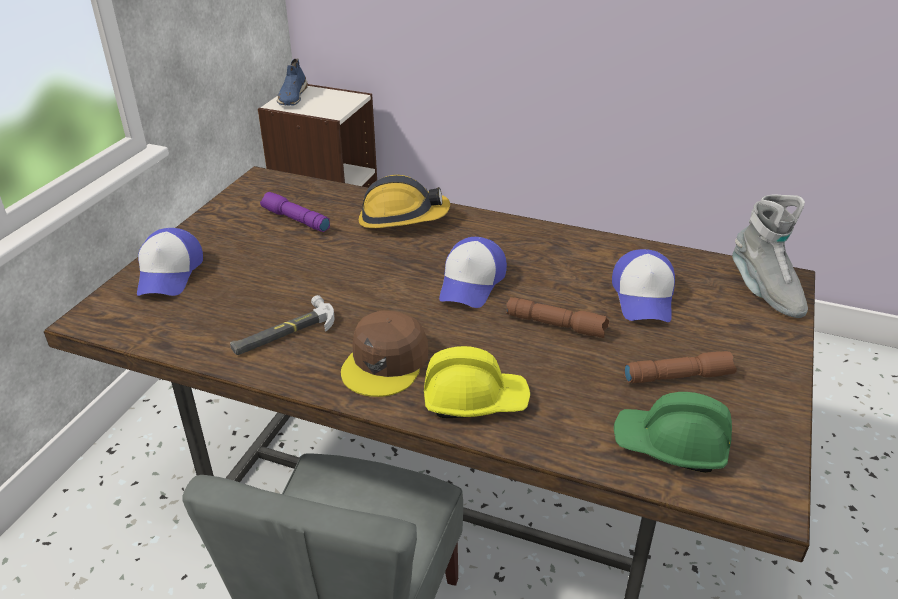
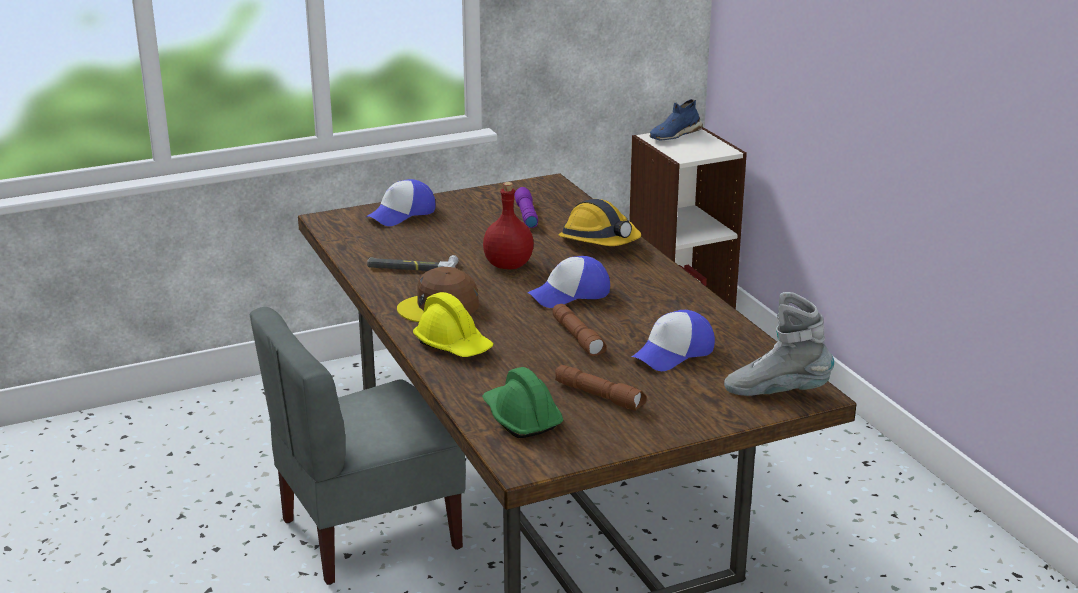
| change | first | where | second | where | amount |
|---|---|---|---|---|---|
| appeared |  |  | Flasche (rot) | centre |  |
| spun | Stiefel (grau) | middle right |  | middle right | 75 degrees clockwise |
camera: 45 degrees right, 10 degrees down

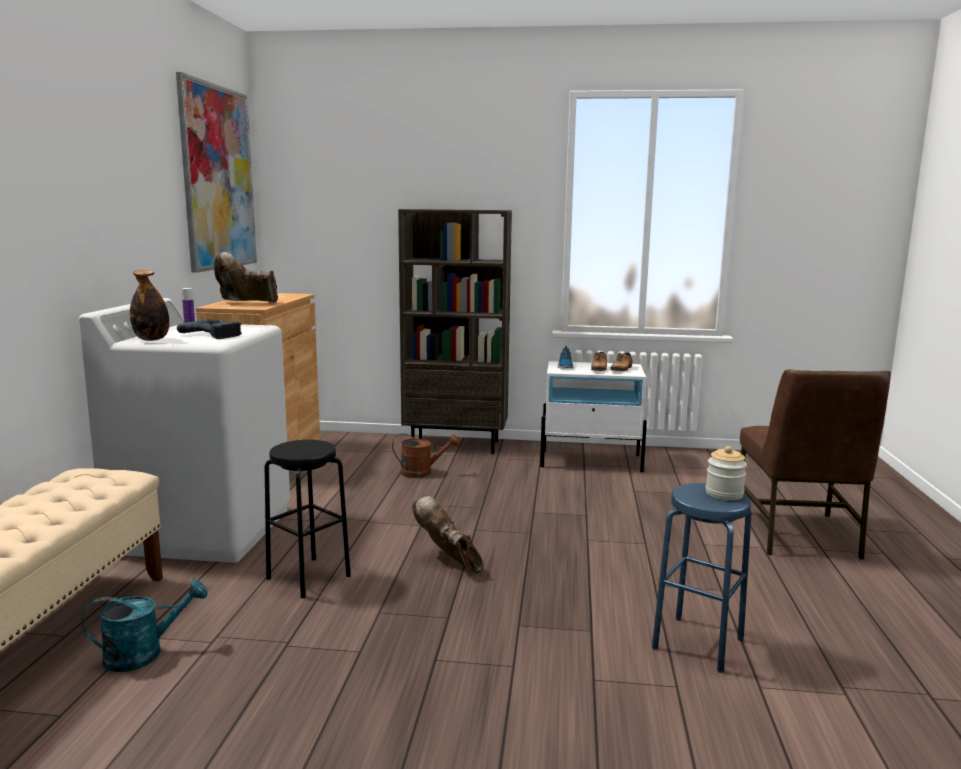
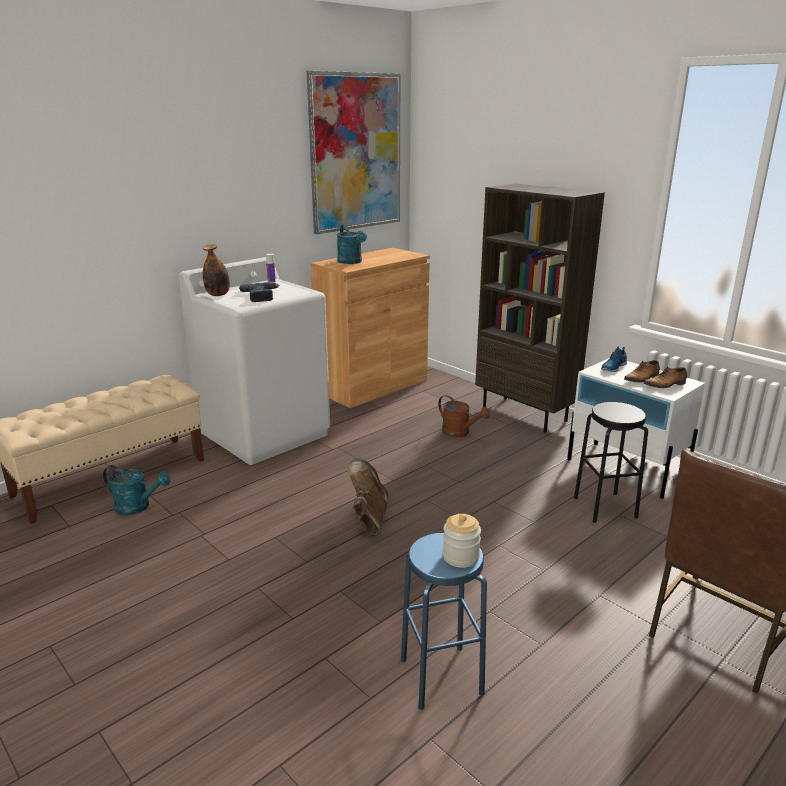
| change | first | where | second | where | amount |
|---|---|---|---|---|---|
| relocated | Hocker (schwarz) | bottom left |  | middle right |  |
| exchanged | Stiefel (braun) (no. 1 from left) | middle left | Gießkanne (türkis) (no. 2 from left) | top centre |  |
camera: 40 degrees right, 10 degrees up

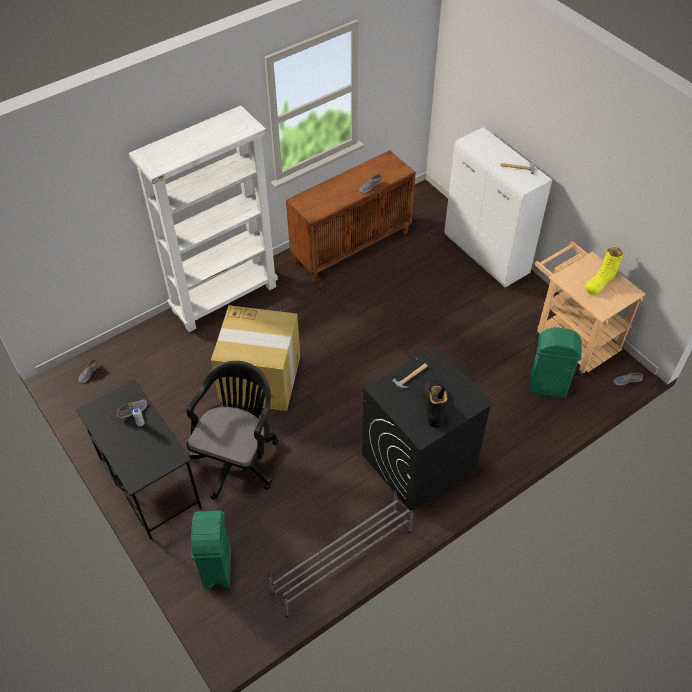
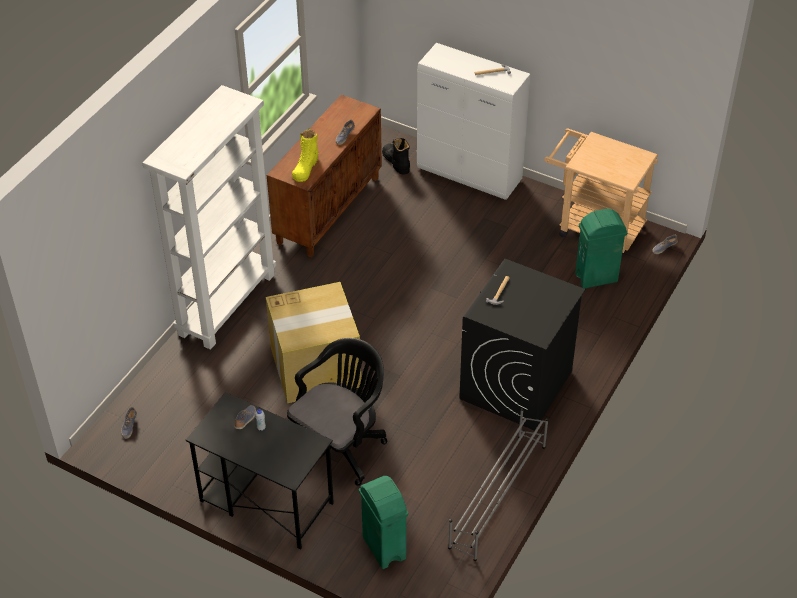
| change | first | where | second | where | amount |
|---|---|---|---|---|---|
| relocated | Stiefel (schwarz) | centre |  | top centre |  |
| relocated | Stiefel (gelb) | middle right |  | top centre |  |
| spun | Bürostuhl (schwarz) | centre |  | bottom centre | 45 degrees clockwise |
camera: 25 degrees left, 5 degrees down

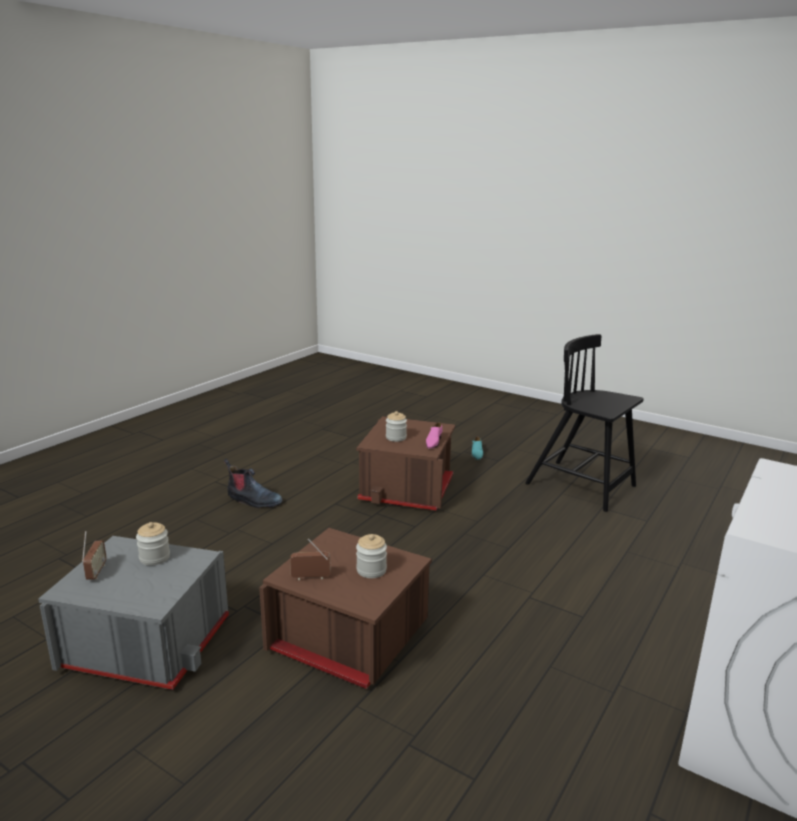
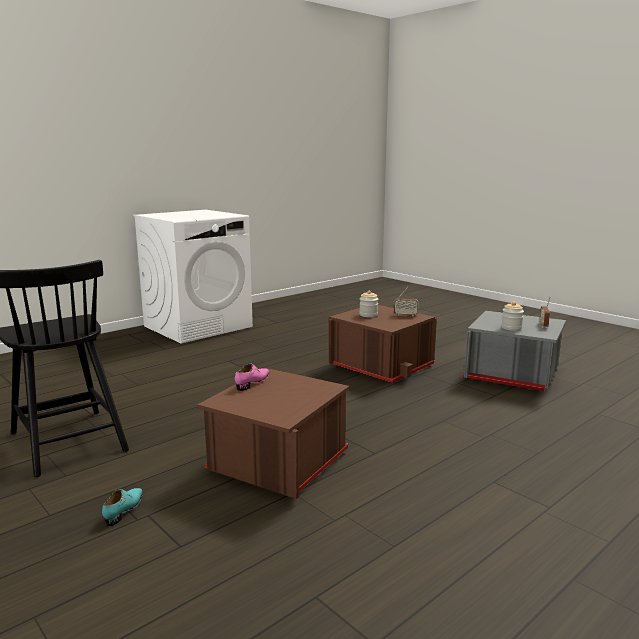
| change | first | where | second | where | amount |
|---|---|---|---|---|---|
| missing | Stiefel | middle left |  |  |  |
| missing | Vorratsglas (no. 3 from left) | centre |  |  |  |
camera: 165 degrees left, 5 degrees down

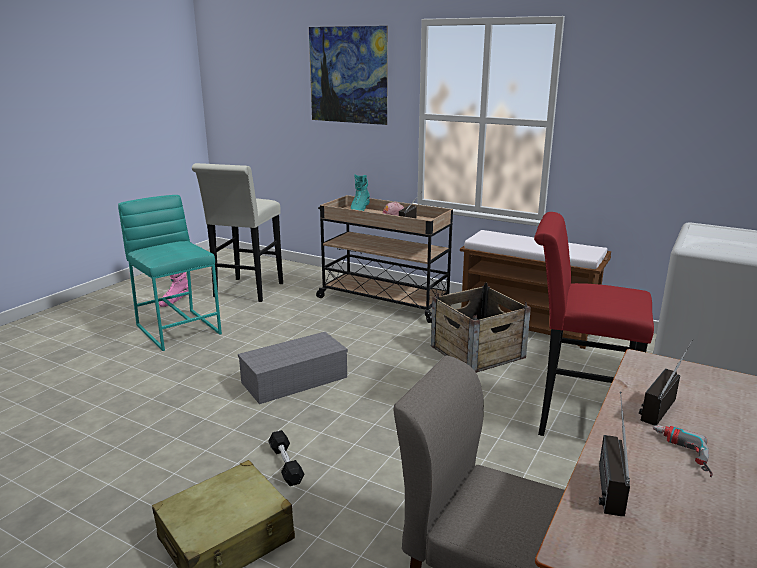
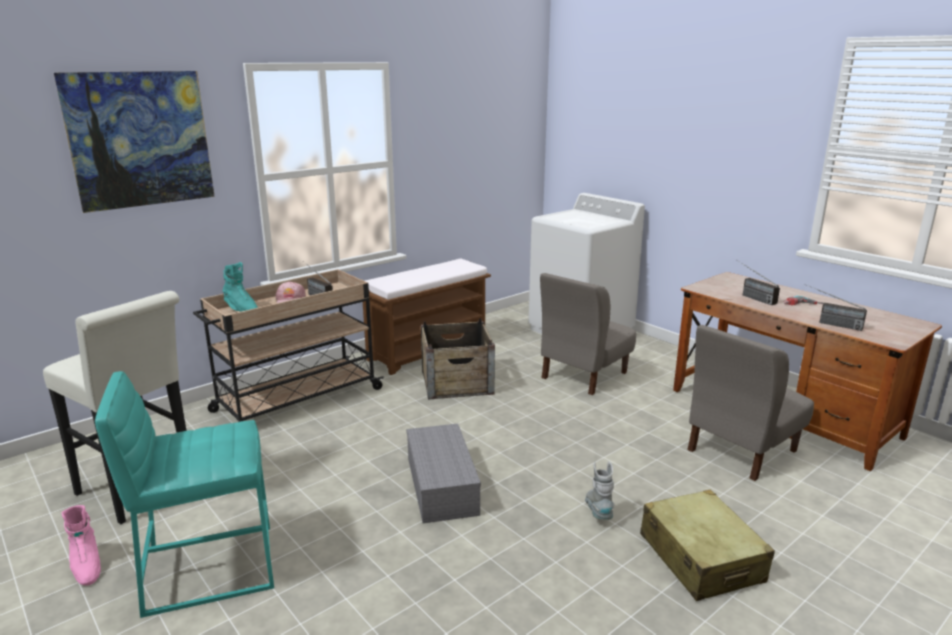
| change | first | where | second | where | amount |
|---|---|---|---|---|---|
| exchanged | Hantel (schwarz) | bottom centre | Stiefel (grau) | bottom centre |  |
| exchanged | Hocker (rot) | middle right | Stuhl (grau) (no. 1 from left) | centre |  |
camera: 70 degrees left, 0 degrees up

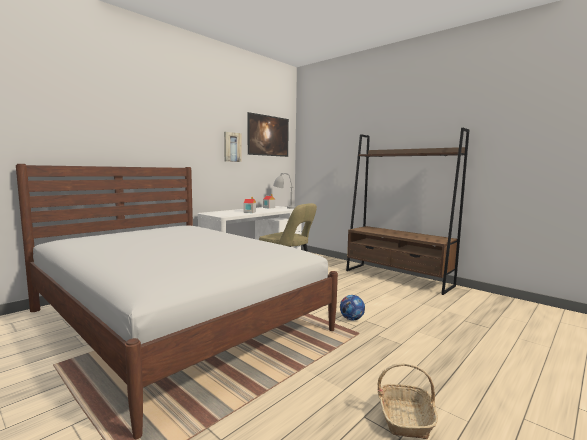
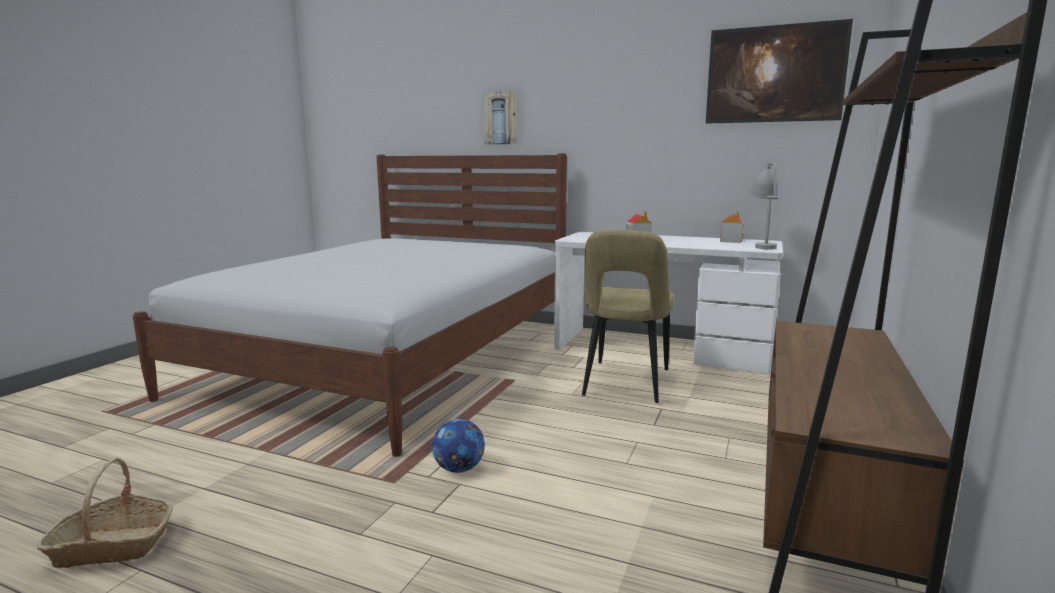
| change | first | where | second | where | amount |
|---|---|---|---|---|---|
| relocated | Bild (no. 1 from left) | centre |  | top centre |  |
camera: 70 degrees right, 5 degrees up

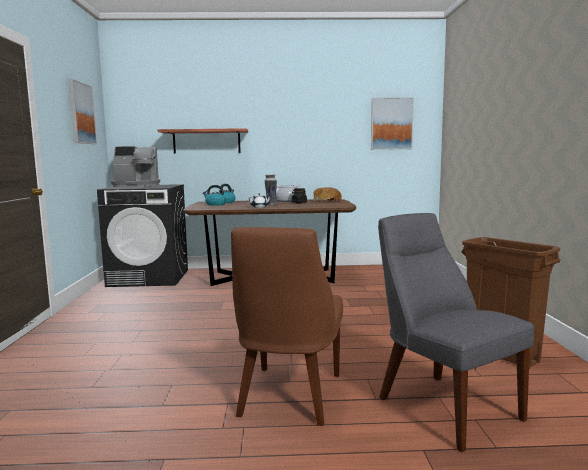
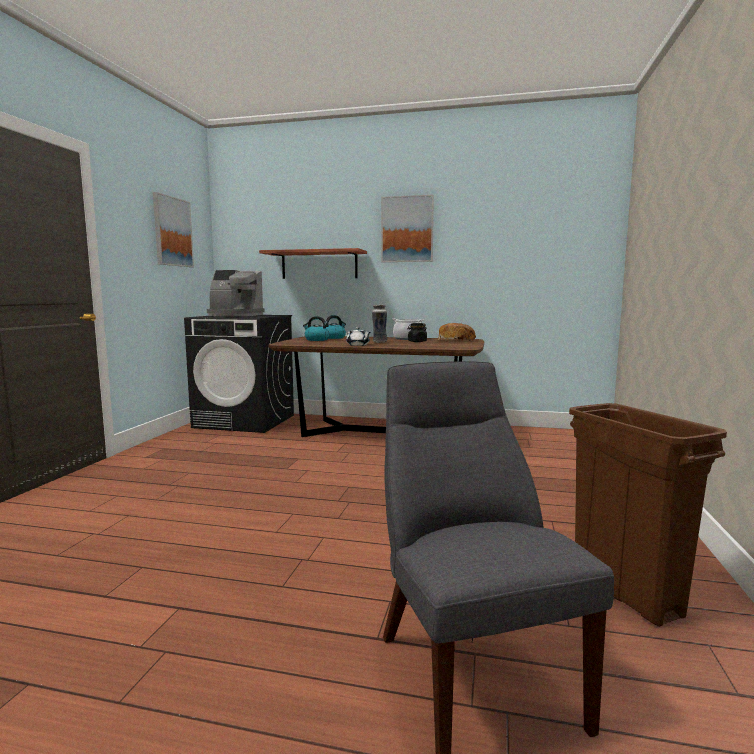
| change | first | where | second | where | amount |
|---|---|---|---|---|---|
| missing | Stuhl (braun) | bottom centre |  |  |  |
| relocated | Bild (no. 2 from left) | top right |  | top centre |  |
camera: 15 degrees right, 0 degrees up

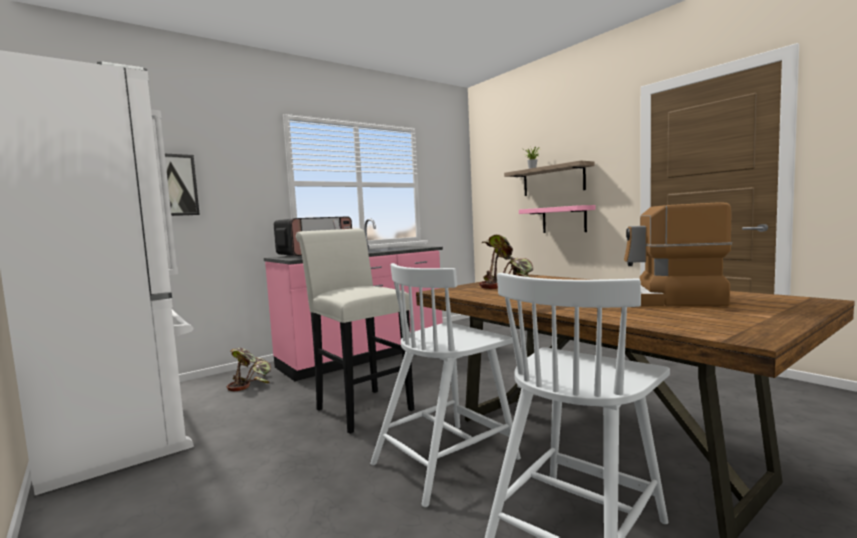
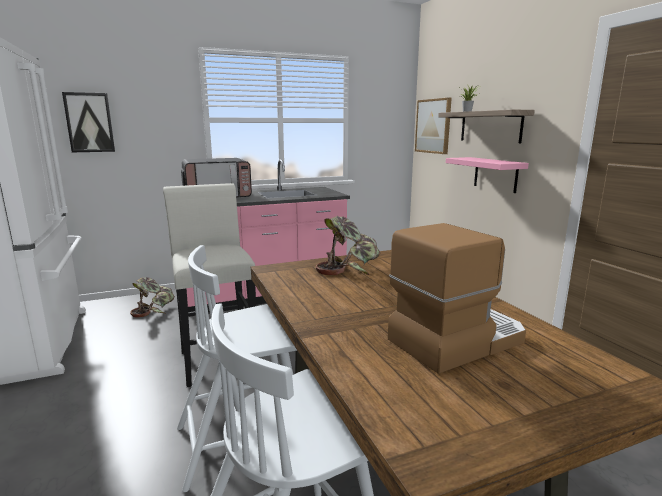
| change | first | where | second | where | amount |
|---|---|---|---|---|---|
| appeared |  |  | Bild (no. 2 from left) | top centre |  |
| spun | Kaffeemaschine | middle right |  | middle right | 120 degrees clockwise |
camera: 15 degrees right, 10 degrees up

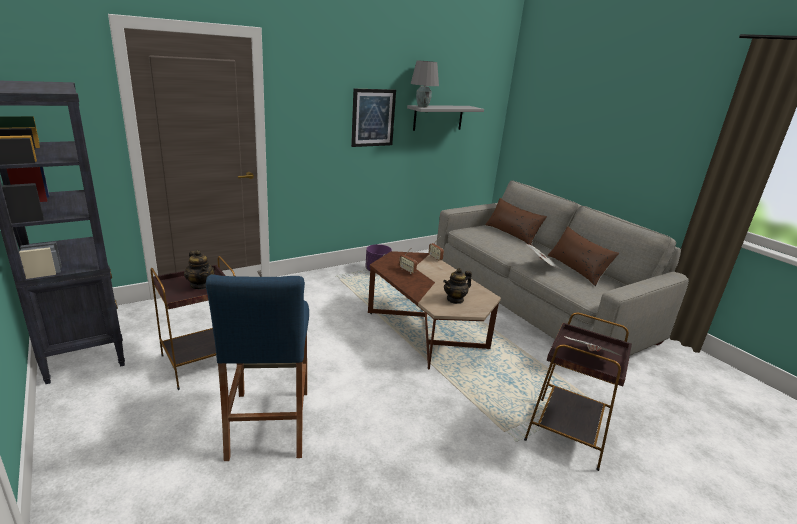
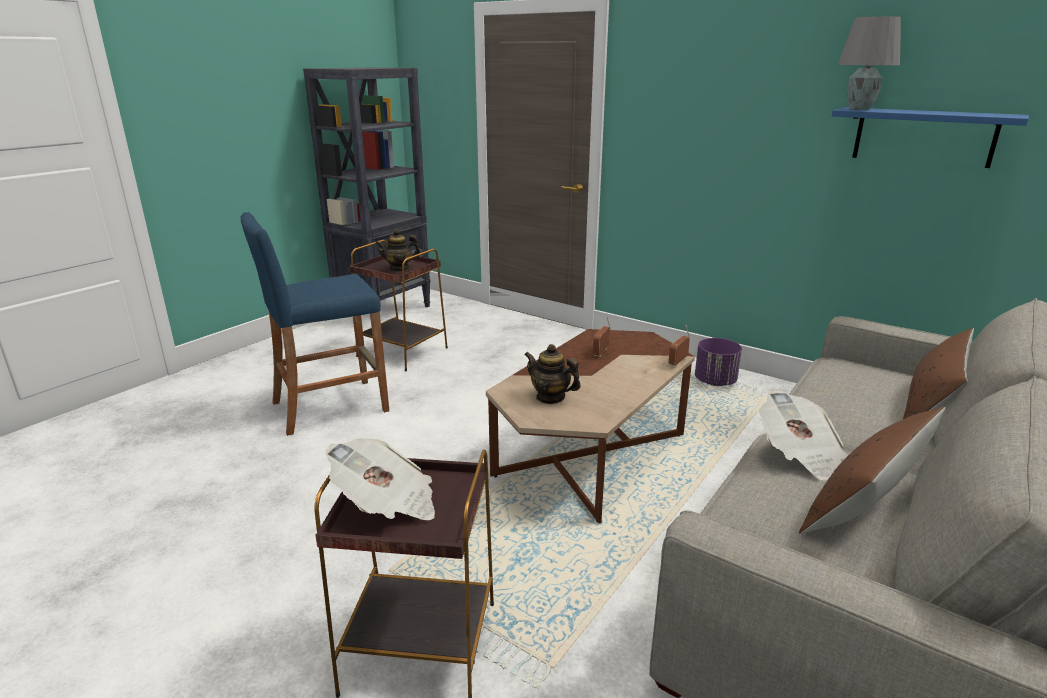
| change | first | where | second | where | amount |
|---|---|---|---|---|---|
| missing | Bild | top centre |  |  |  |
| colour | Wandregal (grau) | top centre | Wandregal (blau) | top right |  |
| spun | Teekanne (no. 1 from left) | middle left |  | centre | 45 degrees clockwise |
camera: 70 degrees right, 0 degrees up

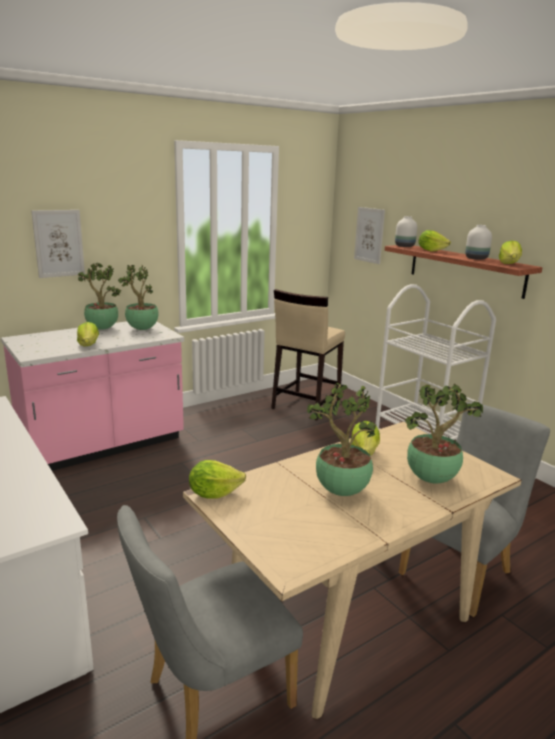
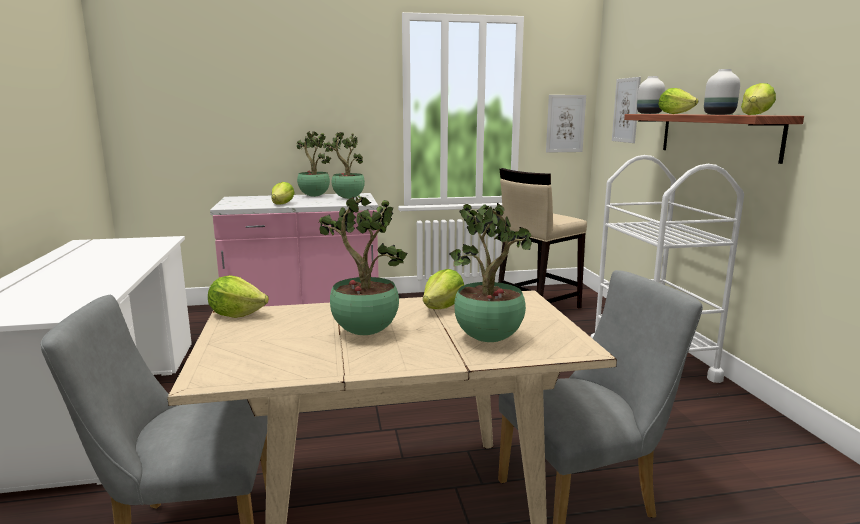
| change | first | where | second | where | amount |
|---|---|---|---|---|---|
| relocated | Bild (no. 1 from left) | top left |  | top centre |  |
camera: 25 degrees right, 5 degrees down

